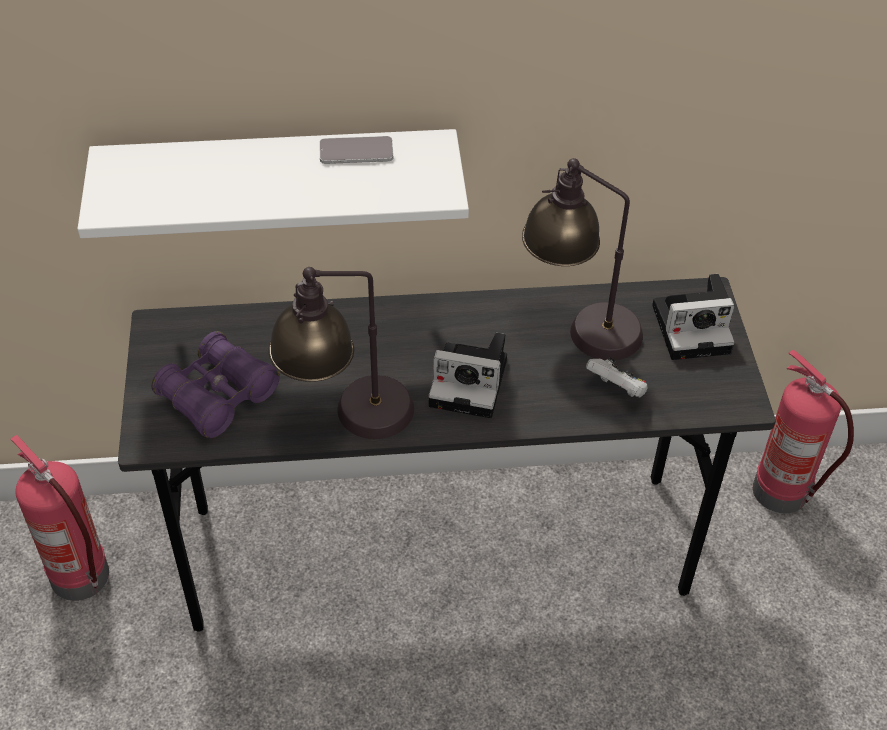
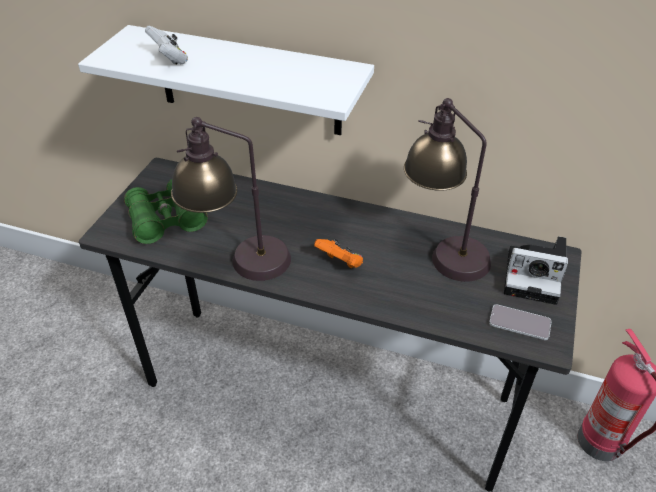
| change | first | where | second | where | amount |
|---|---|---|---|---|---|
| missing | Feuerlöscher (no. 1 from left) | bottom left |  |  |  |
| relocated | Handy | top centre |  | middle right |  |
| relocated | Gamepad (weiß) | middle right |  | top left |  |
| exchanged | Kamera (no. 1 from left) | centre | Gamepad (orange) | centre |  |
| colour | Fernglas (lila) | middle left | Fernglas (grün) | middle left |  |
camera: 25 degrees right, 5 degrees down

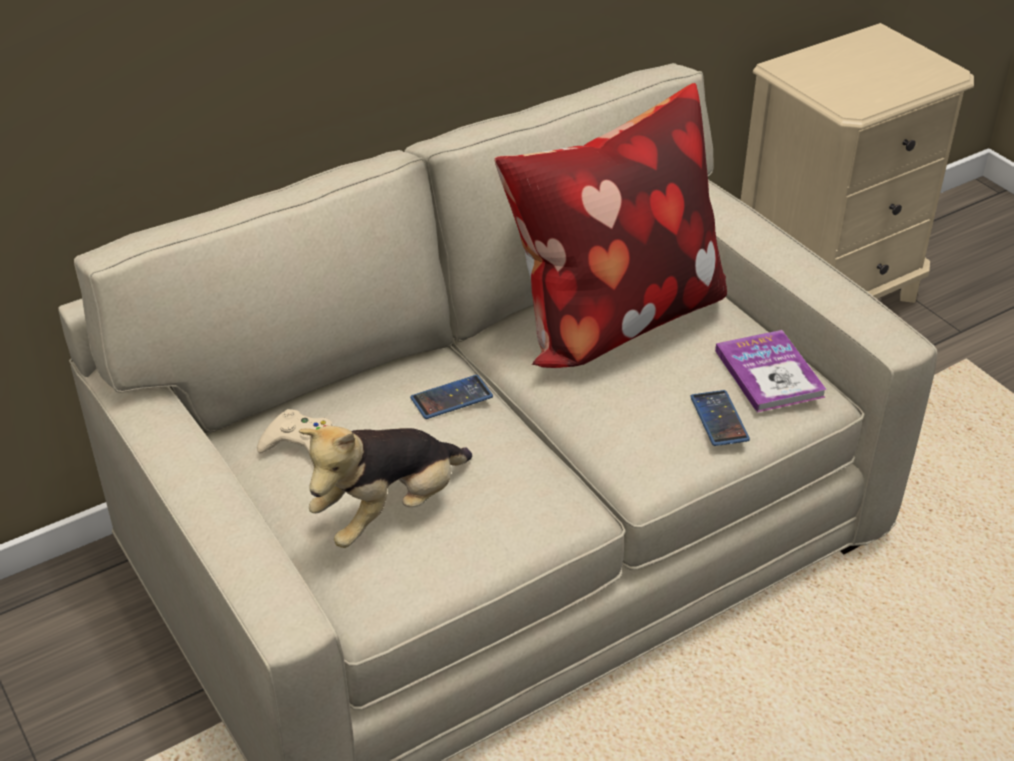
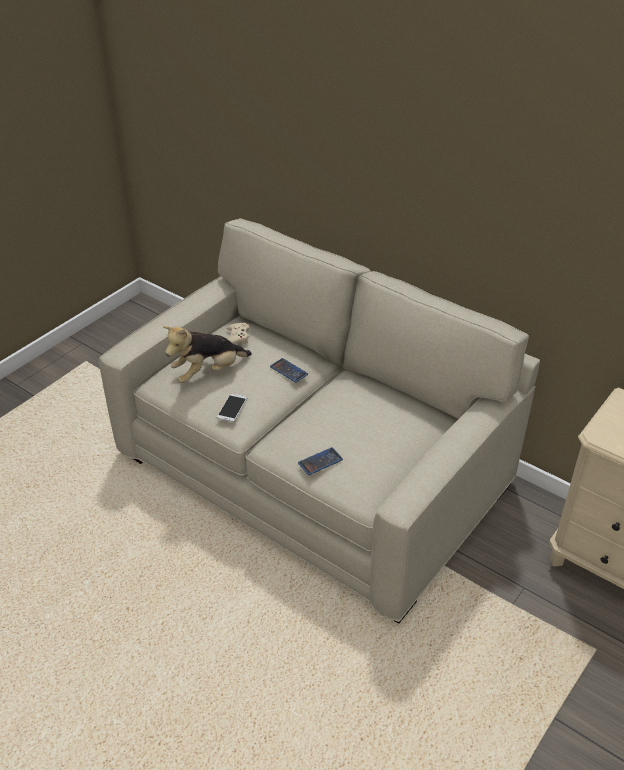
| change | first | where | second | where | amount |
|---|---|---|---|---|---|
| missing | Kissen | top centre |  |  |  |
| missing | Buch | middle right |  |  |  |
| appeared |  |  | Handy (no. 1 from left) | centre |  |
| spun | Plüschtier | centre |  | middle left | 60 degrees counterclockwise |
camera: 70 degrees right, 0 degrees up

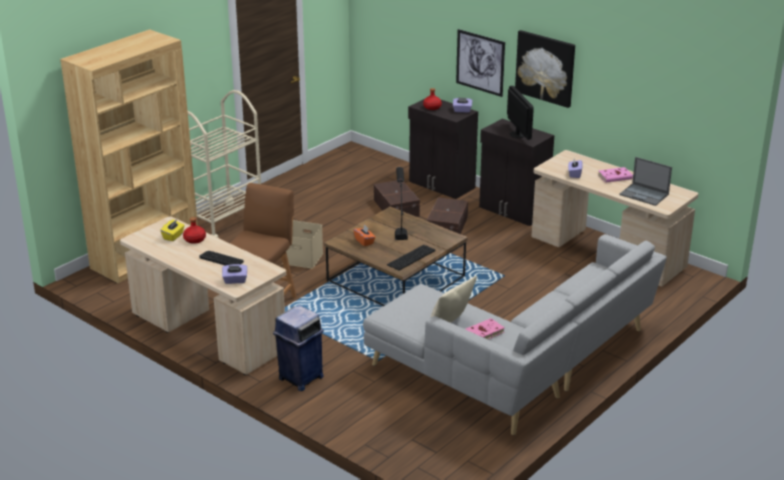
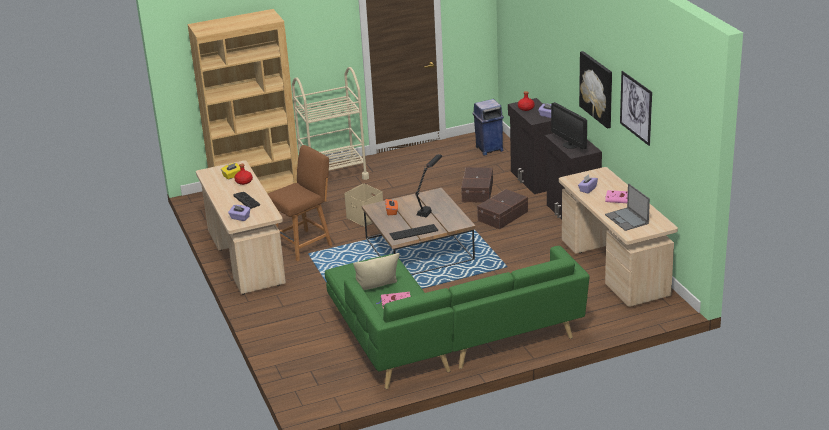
| change | first | where | second | where | amount |
|---|---|---|---|---|---|
| relocated | Mülleimer (blau) | bottom centre |  | top centre |  |
| relocated | Bild (no. 1 from left in the first image) | top centre | Bild (no. 2 from left) | top right |  |
| colour | Sofa (grau) | bottom centre | Sofa (grün) | bottom centre |  |
| spun | Monitor | top centre |  | top right | 135 degrees clockwise |
camera: 30 degrees right, 0 degrees up

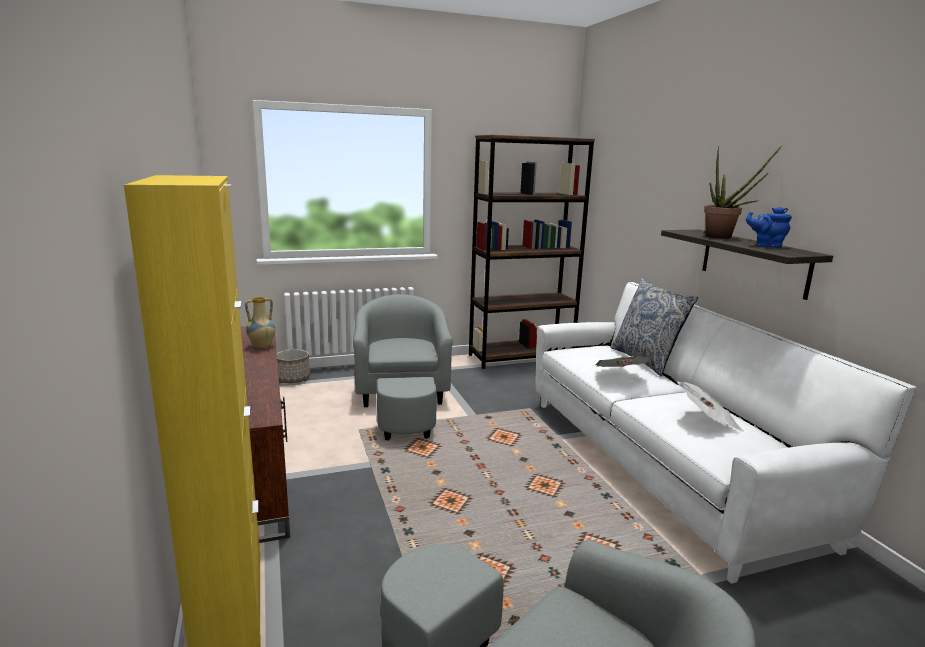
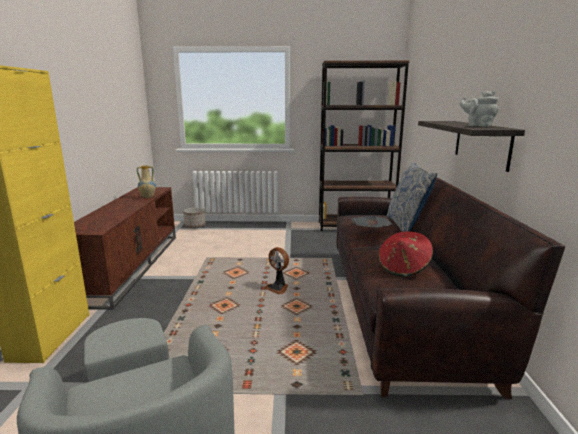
| change | first | where | second | where | amount |
|---|---|---|---|---|---|
| missing | Sessel (grau) (no. 1 from left) | centre |  |  |  |
| missing | Topfpflanze | top right |  |  |  |
| appeared |  |  | Ventilator | centre |  |
| exchanged | Zeitung (no. 2 from left) | middle right | Hut (rot) | middle right |  |
| colour | Sofa (weiß) | bottom right | Sofa (braun) | middle right |  |
| colour | Teekanne (blau) | middle right | Teekanne (grau) | top right |  |
camera: 20 degrees right, 0 degrees up

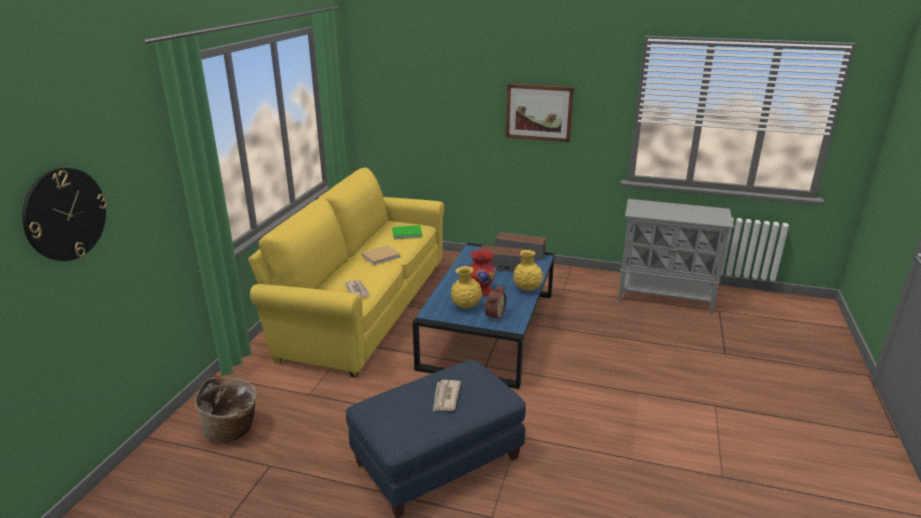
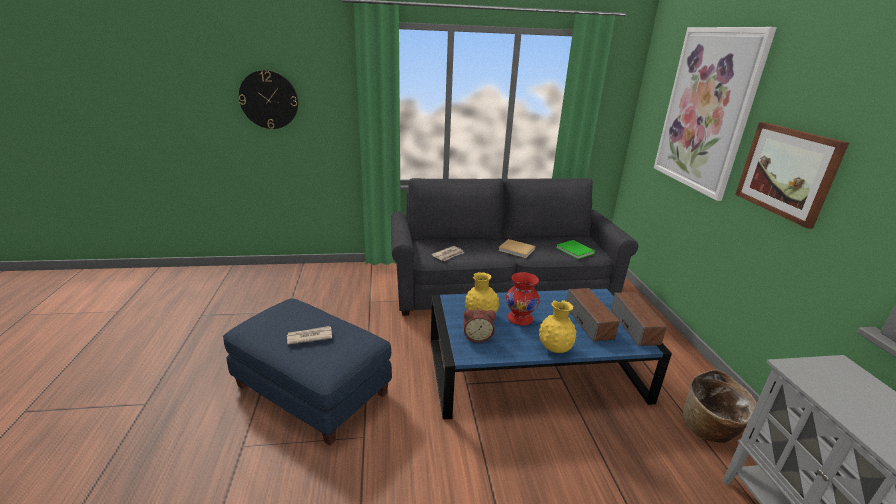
| change | first | where | second | where | amount |
|---|---|---|---|---|---|
| appeared |  |  | Bild (no. 1 from left) | top right |  |
| relocated | Korb | bottom left |  | bottom right |  |
| colour | Sofa (gelb) | centre | Sofa (grau) | centre |  |
camera: 65 degrees right, 0 degrees up

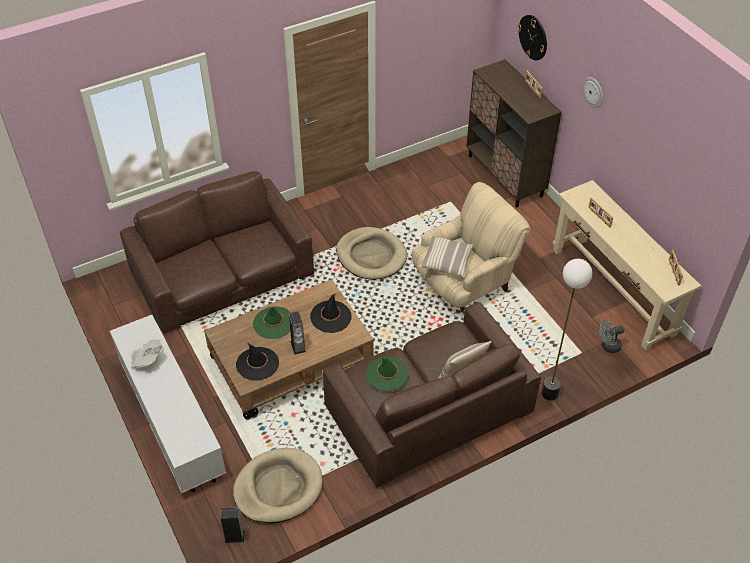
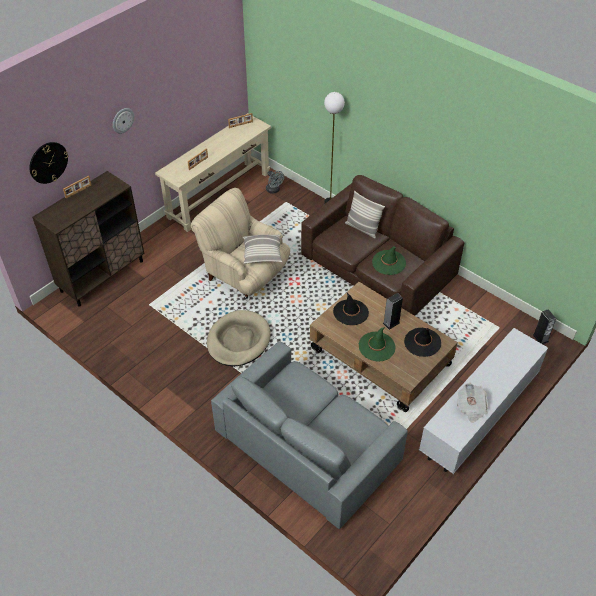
| change | first | where | second | where | amount |
|---|---|---|---|---|---|
| missing | Hundebett (beige) (no. 1 from left) | bottom centre |  |  |  |
| colour | Sofa (braun) (no. 1 from left) | middle left | Sofa (grau) | bottom centre |  |
camera: 110 degrees left, 0 degrees up

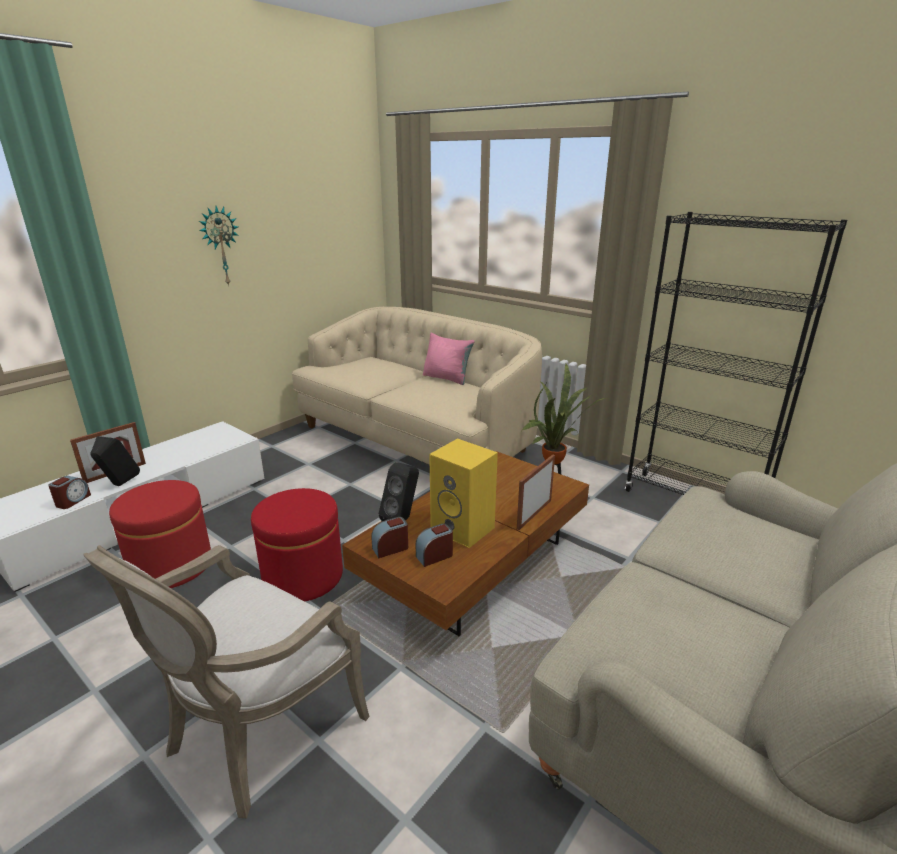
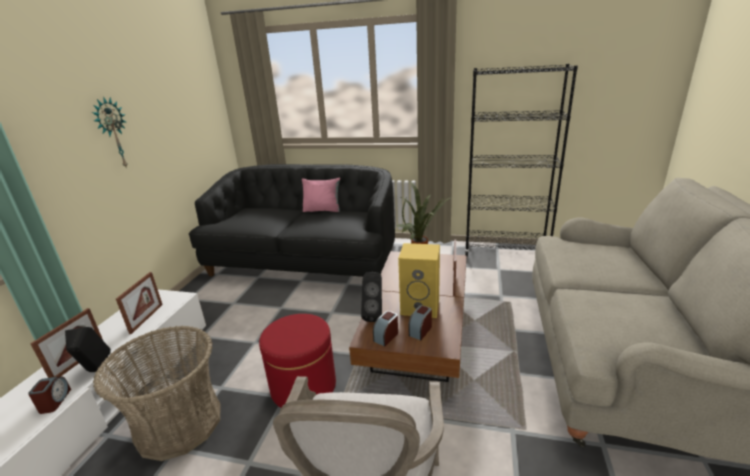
| change | first | where | second | where | amount |
|---|---|---|---|---|---|
| appeared |  |  | Bilderrahmen (no. 2 from left) | middle left |  |
| exchanged | Polsterhocker (rot) (no. 1 from left) | middle left | Korb | bottom left |  |
| colour | Sofa (beige) (no. 1 from left) | centre | Sofa (schwarz) | centre |  |
camera: 25 degrees left, 0 degrees up

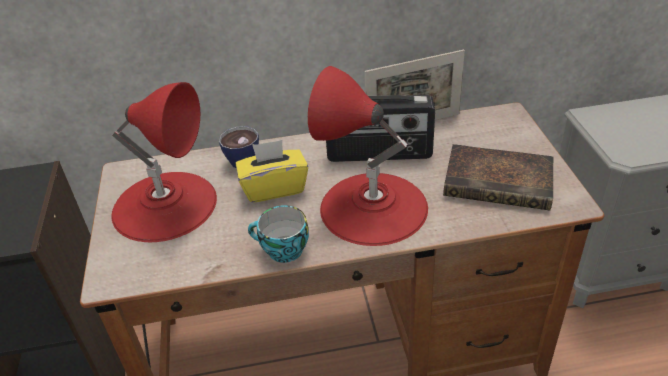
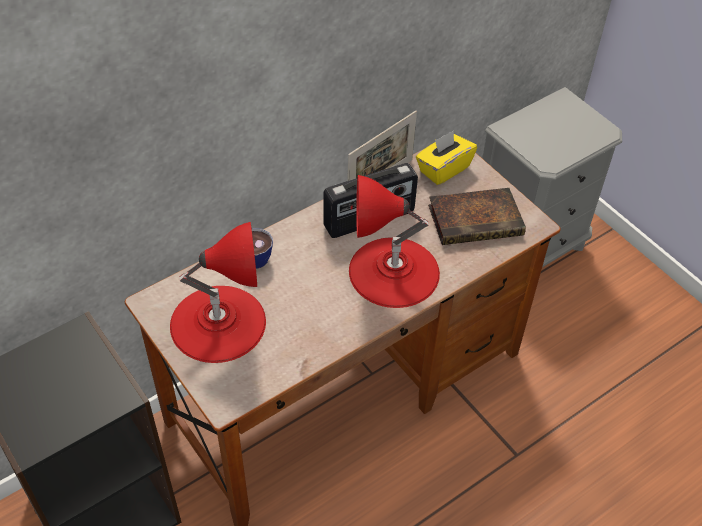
| change | first | where | second | where | amount |
|---|---|---|---|---|---|
| missing | Tasse (no. 2 from left) | centre |  |  |  |
| relocated | Taschentuchbox (gelb) | centre |  | top centre |  |
camera: 30 degrees left, 10 degrees up

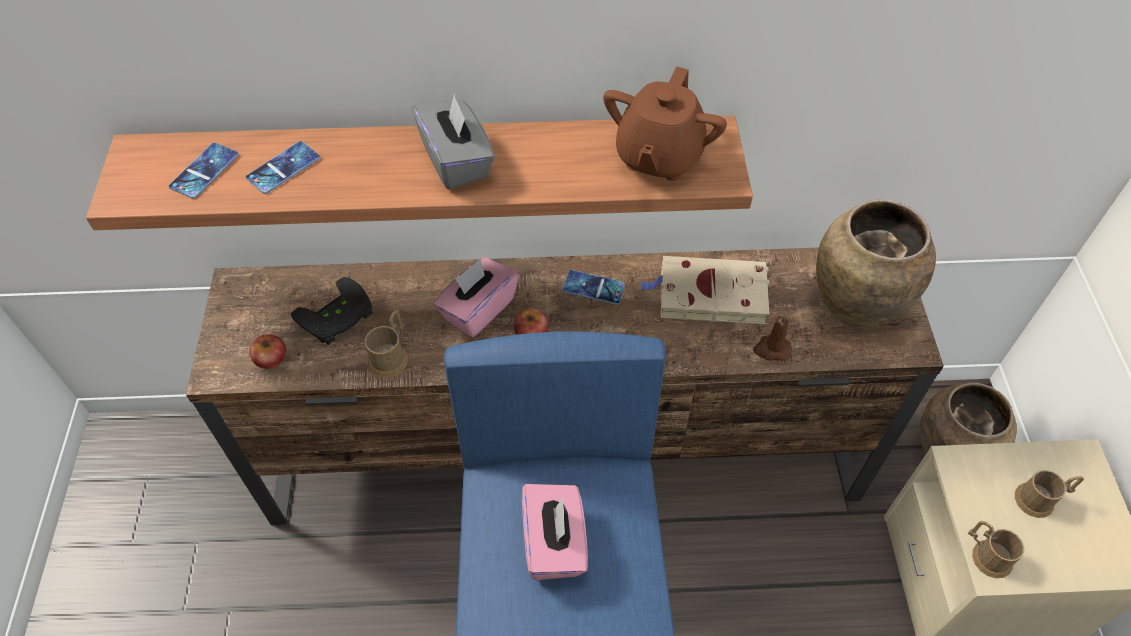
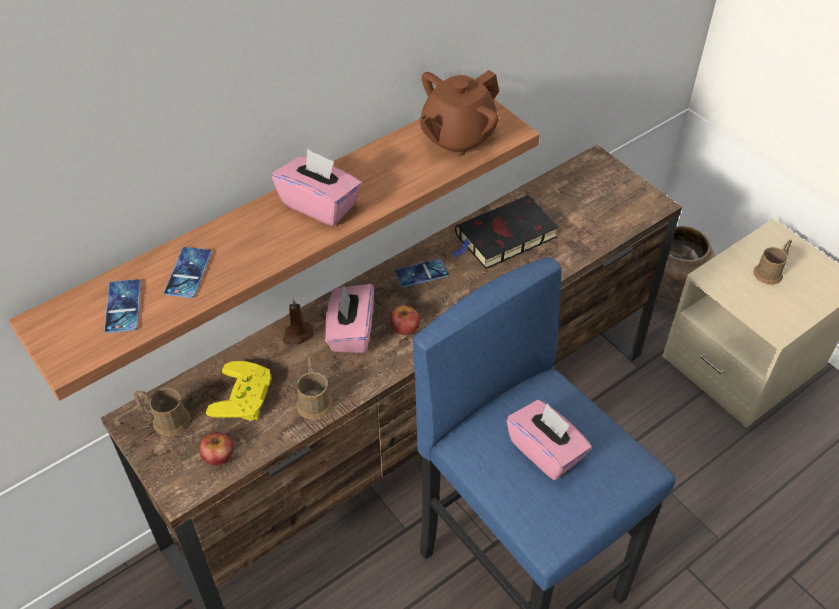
| change | first | where | second | where | amount |
|---|---|---|---|---|---|
| missing | Vase (braun) (no. 1 from left) | middle right |  |  |  |
| relocated | Kerze (braun) | middle right |  | centre |  |
| relocated | Henkelbecher (braun) (no. 2 from left in the first image) | bottom right | Henkelbecher (braun) (no. 1 from left) | bottom left |  |
| colour | Gamepad (schwarz) | middle left | Gamepad (gelb) | middle left |  |
| colour | Taschentuchbox (grau) | top centre | Taschentuchbox (rosa) (no. 1 from left) | top centre |  |
| colour | Buch (beige) | centre | Buch (schwarz) | centre |  |
| spun | Teekanne (braun) | top centre |  | top centre | 60 degrees clockwise |
camera: 35 degrees left, 5 degrees down

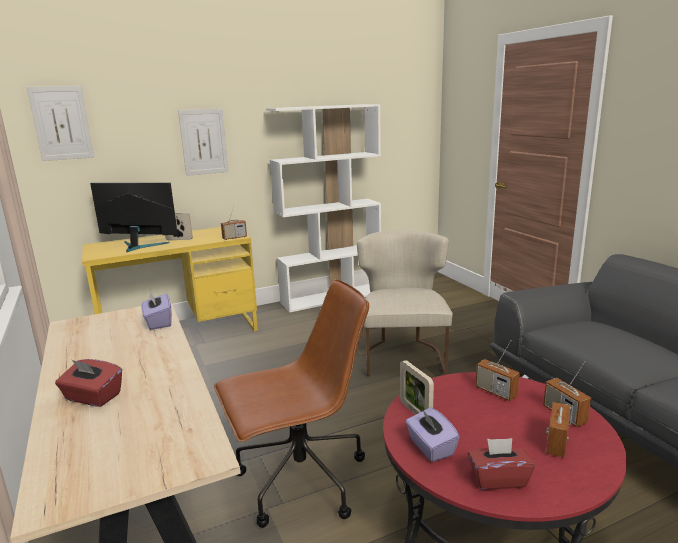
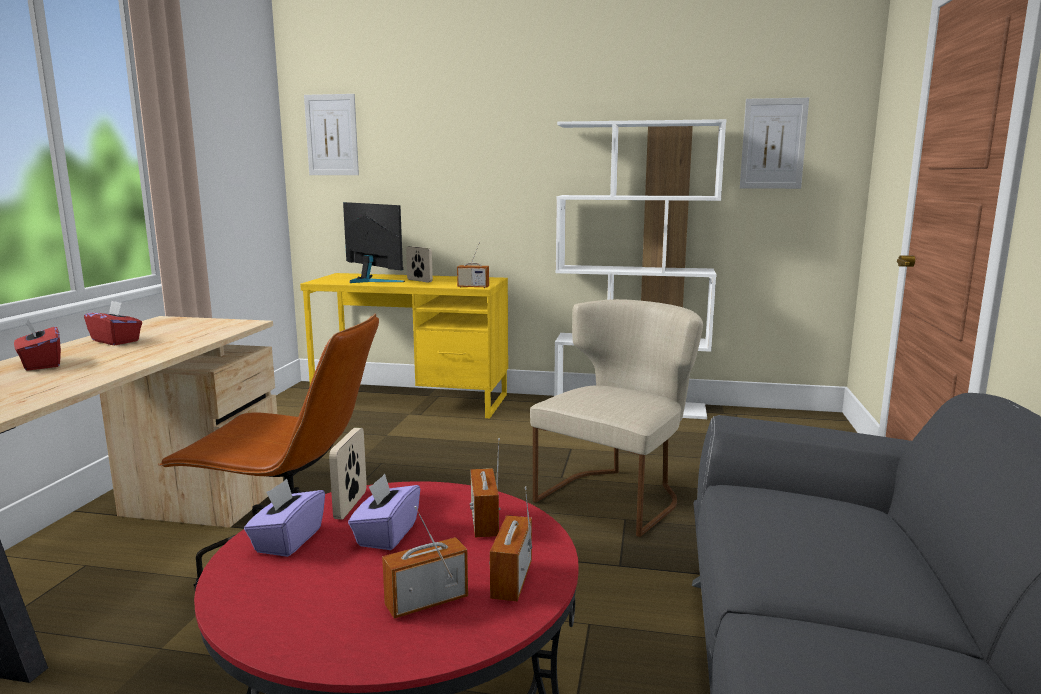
| change | first | where | second | where | amount |
|---|---|---|---|---|---|
| relocated | Taschentuchbox (lila) (no. 1 from left in the first image) | middle left | Taschentuchbox (lila) (no. 2 from left) | bottom centre |  |
| relocated | Bild (no. 2 from left) | top left |  | top right |  |
| relocated | Taschentuchbox (rot) (no. 2 from left) | bottom right |  | middle left |  |
camera: 35 degrees right, 5 degrees down

